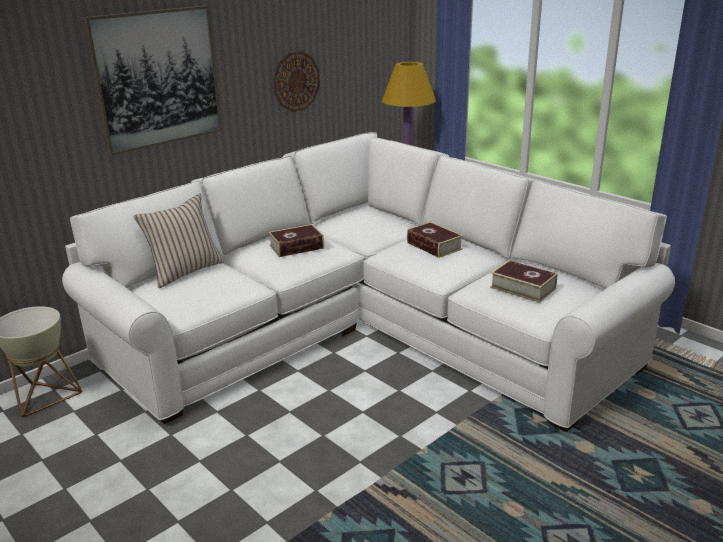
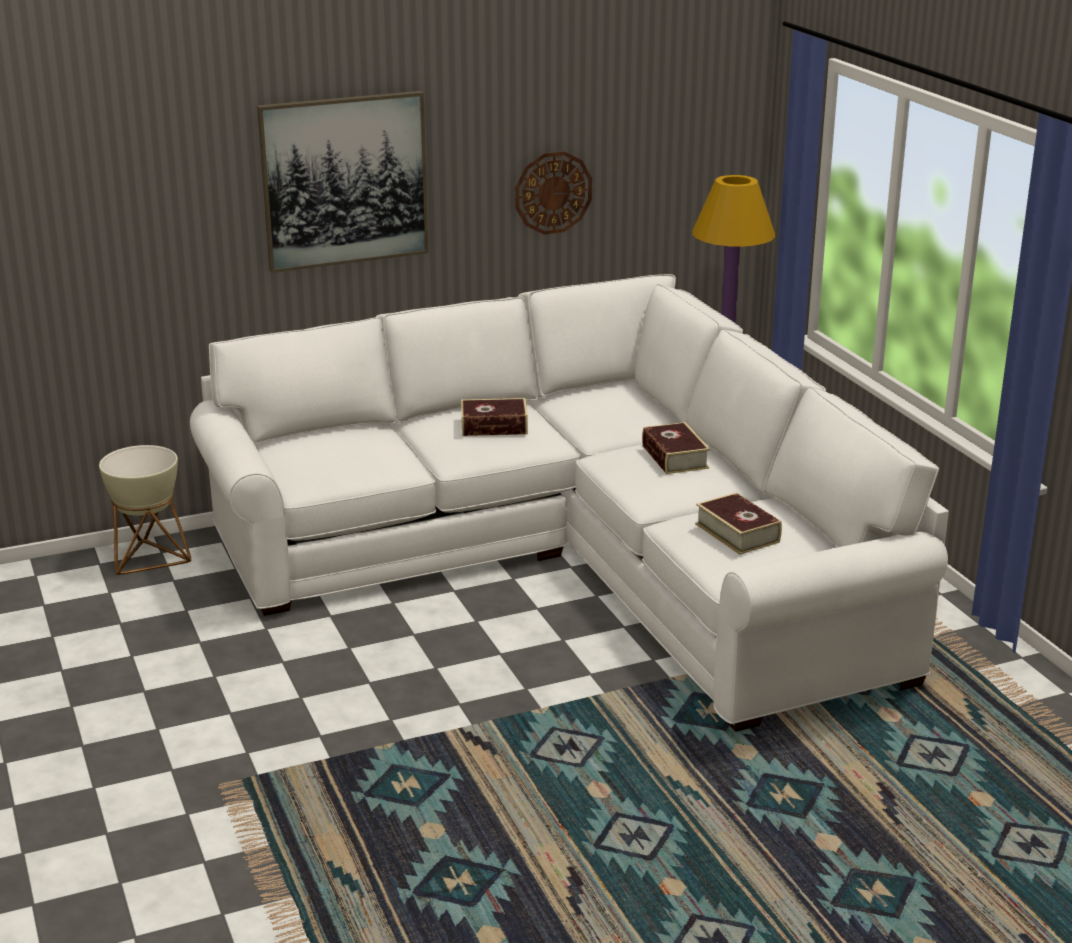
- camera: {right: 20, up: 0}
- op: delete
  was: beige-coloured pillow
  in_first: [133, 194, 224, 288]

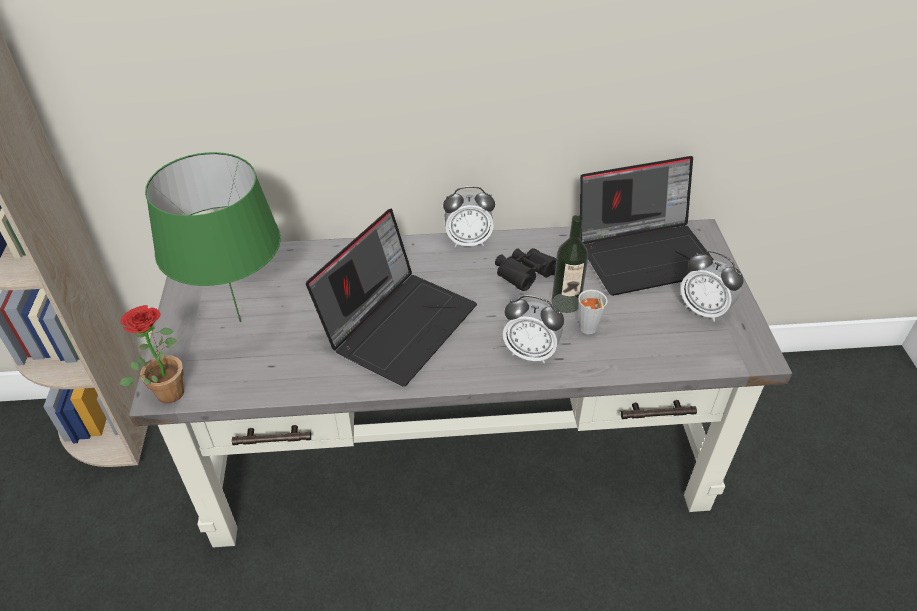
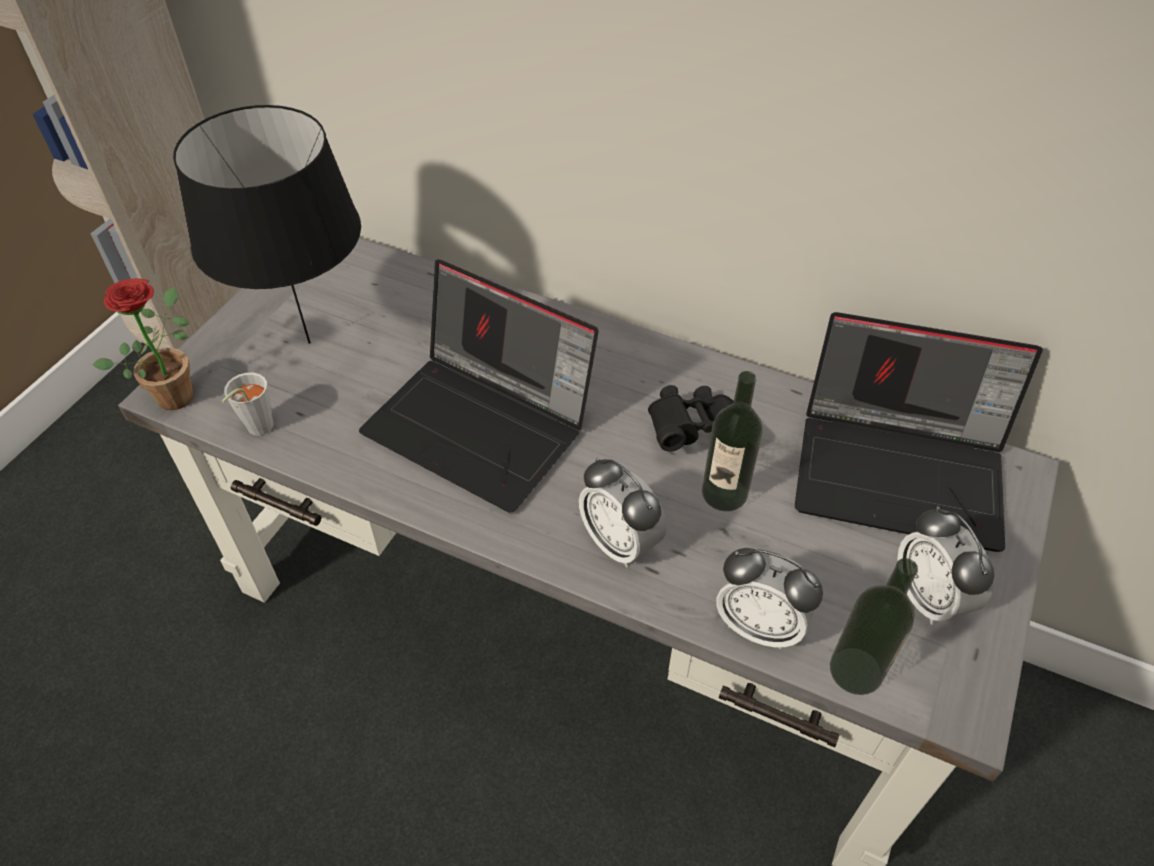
- camera: {right: 30, up: 5}
- op: recolor
  was: greenish lamp for a table
  now: black lamp for a table
  in_first: [145, 152, 281, 322]
  in_second: [173, 105, 361, 344]
- op: move
  was: grey drinking cup
  in_first: [578, 290, 608, 334]
  in_second: [222, 373, 273, 436]
- op: rotate
  was: portable computer
  in_first: [306, 209, 477, 386]
  in_second: [359, 259, 599, 513]
  clockwise: 60
- op: move
  was: alarm clock
  in_first: [443, 186, 495, 247]
  in_second: [716, 548, 823, 649]
- op: insert
  now: beverage bottle
  in_second: [830, 558, 918, 695]

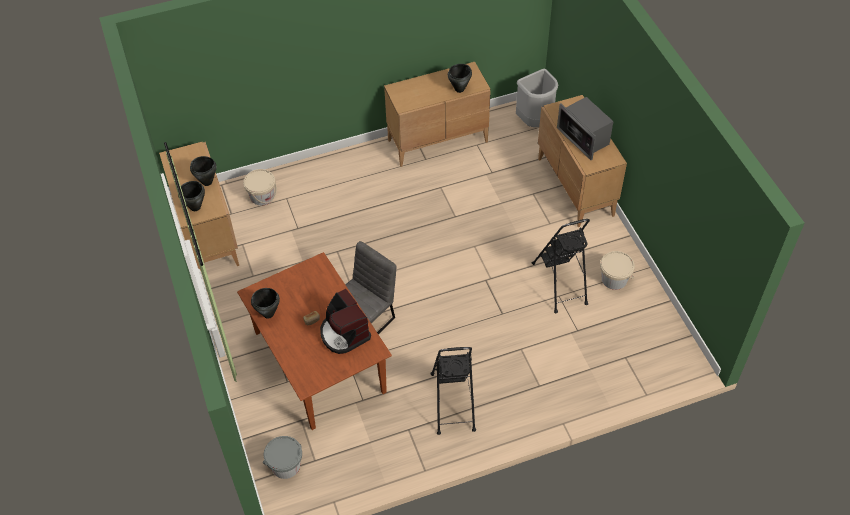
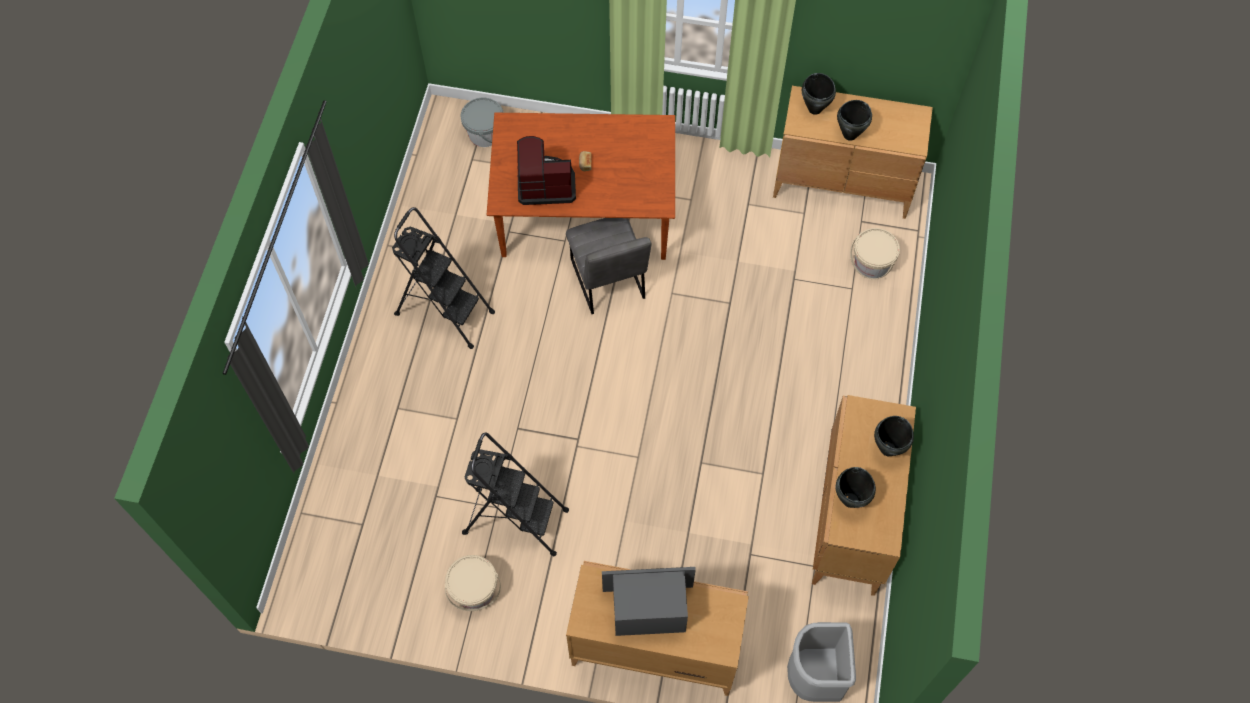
- camera: {right: 120, up: 10}
- op: move
  was: black saucepot
  in_first: [251, 288, 280, 319]
  in_second: [874, 416, 914, 456]

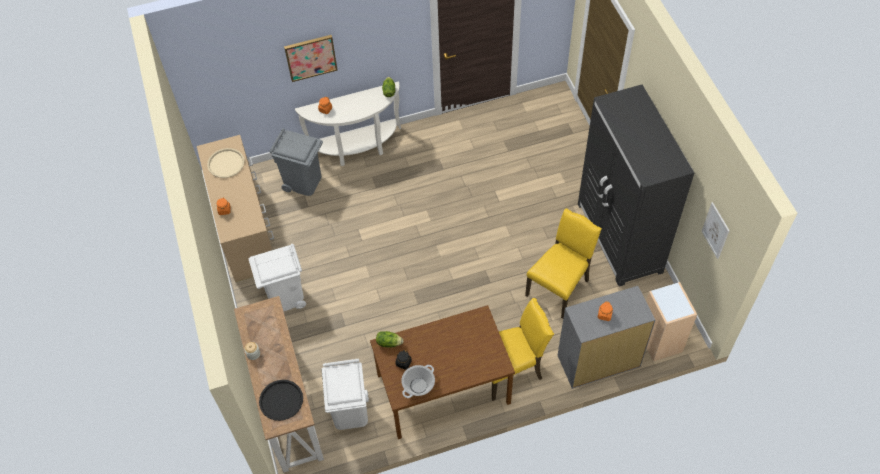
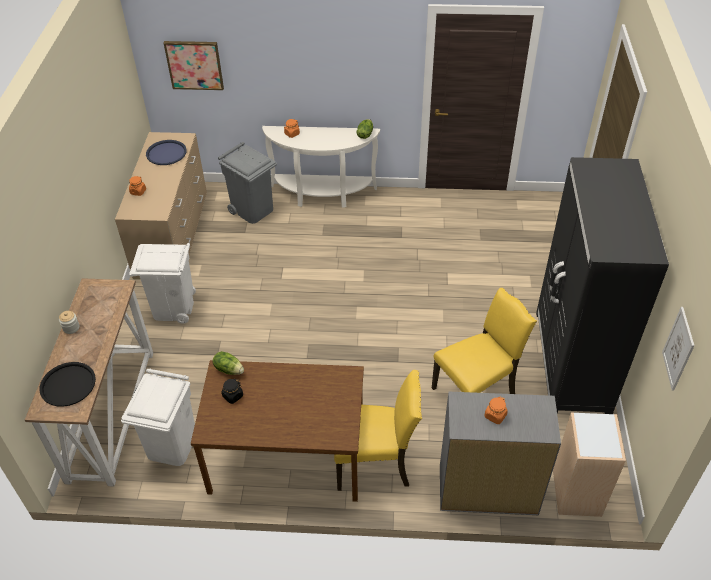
- camera: {right: 20, up: -10}
- op: recolor
  was: beige-coloured tray
  now: blue tray
  in_first: [207, 148, 245, 178]
  in_second: [146, 140, 187, 165]
- op: move
  was: wall art
  in_first: [284, 35, 338, 82]
  in_second: [164, 41, 224, 90]
- op: delete
  was: saucepot
  in_first: [401, 365, 435, 398]

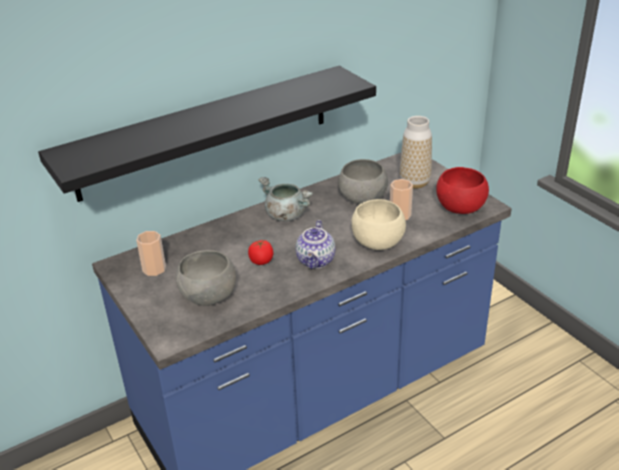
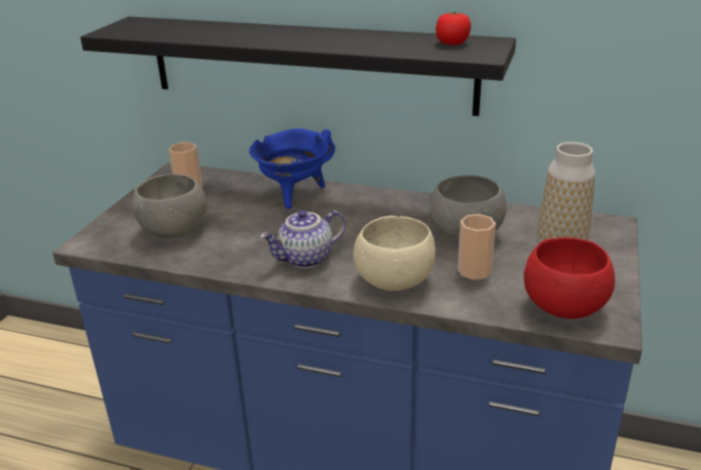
- camera: {right: 50, up: -5}
- op: insert
  now: blue saucepot
  in_second: [249, 128, 335, 209]
- op: move
  was: whole tomato
  in_first: [248, 240, 273, 265]
  in_second: [436, 12, 471, 45]
- op: delete
  was: grey saucepot
  in_first: [258, 177, 313, 221]

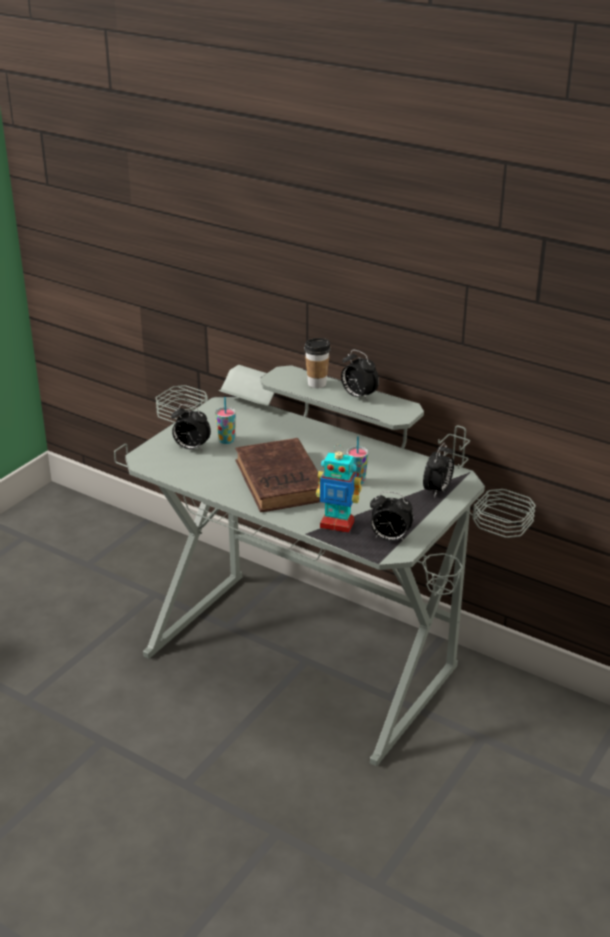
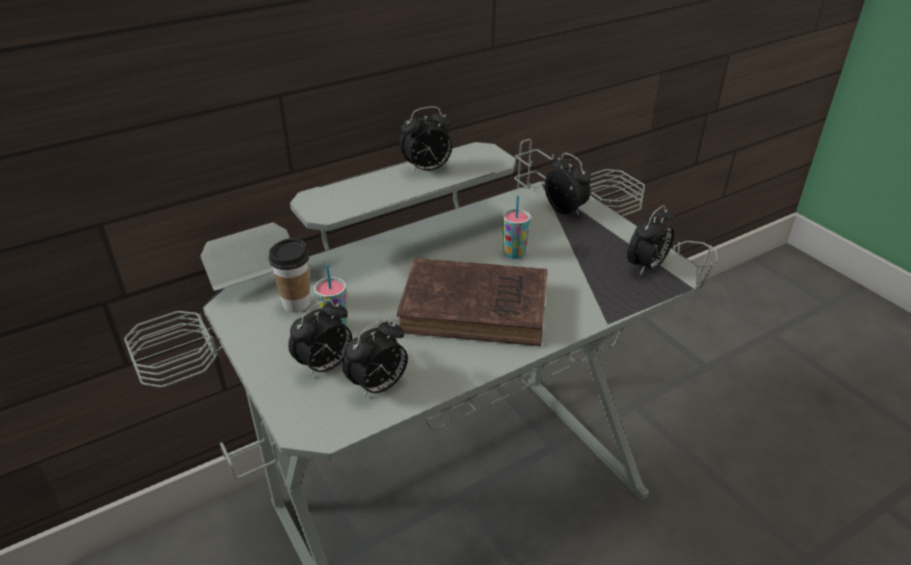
- camera: {right: -65, up: 5}
- op: move
  was: drinking cup
  in_first: [304, 338, 331, 388]
  in_second: [269, 238, 310, 313]
- op: insert
  now: alarm clock
  in_second: [343, 319, 408, 398]
- op: delete
  was: model robot
  in_first: [316, 445, 361, 533]

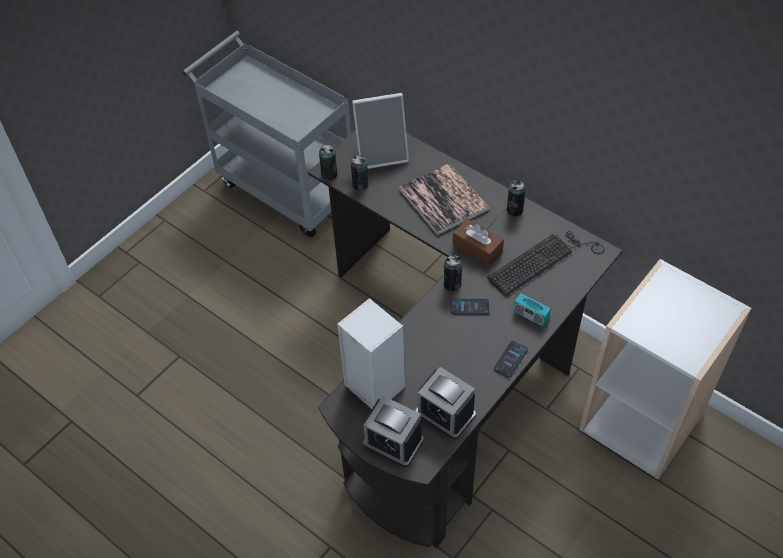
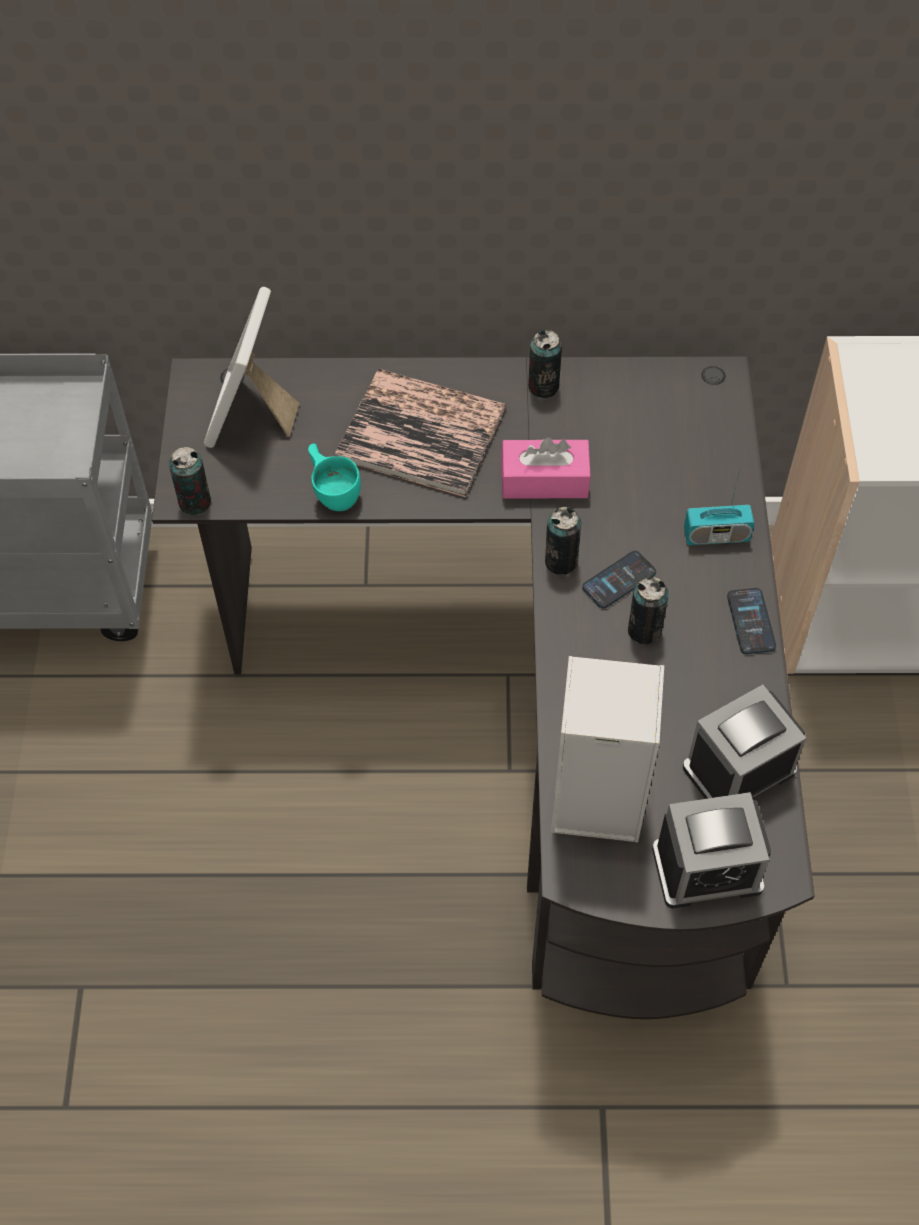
- camera: {right: -40, up: 5}
- op: rotate
  was: standing frame
  in_first: [352, 93, 409, 169]
  in_second: [204, 287, 299, 448]
  clockwise: 150
- op: insert
  now: turquoise-coloured drinking cup
  in_second: [308, 443, 361, 511]
- op: recolor
  was: brownish tissue box
  now: pink tissue box
  in_first: [453, 219, 504, 266]
  in_second: [501, 437, 591, 499]
- op: move
  was: sealed can
  in_first: [351, 155, 369, 191]
  in_second: [628, 577, 669, 645]
- op: rotate
  was: alarm clock
  in_first: [416, 367, 476, 440]
  in_second: [683, 685, 806, 799]
  clockwise: 150
- op: delete
  was: PC keyboard
  in_first: [487, 231, 599, 296]

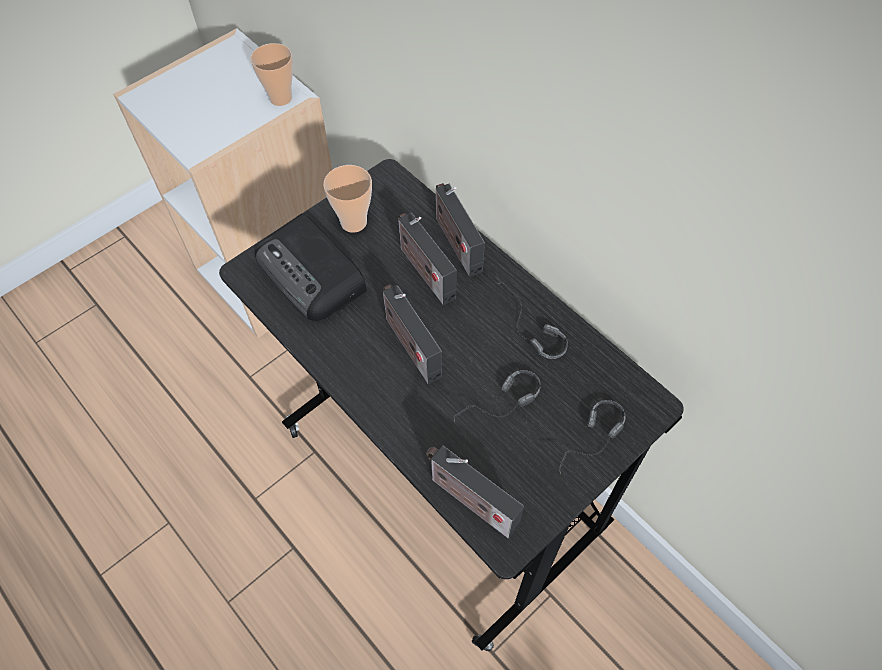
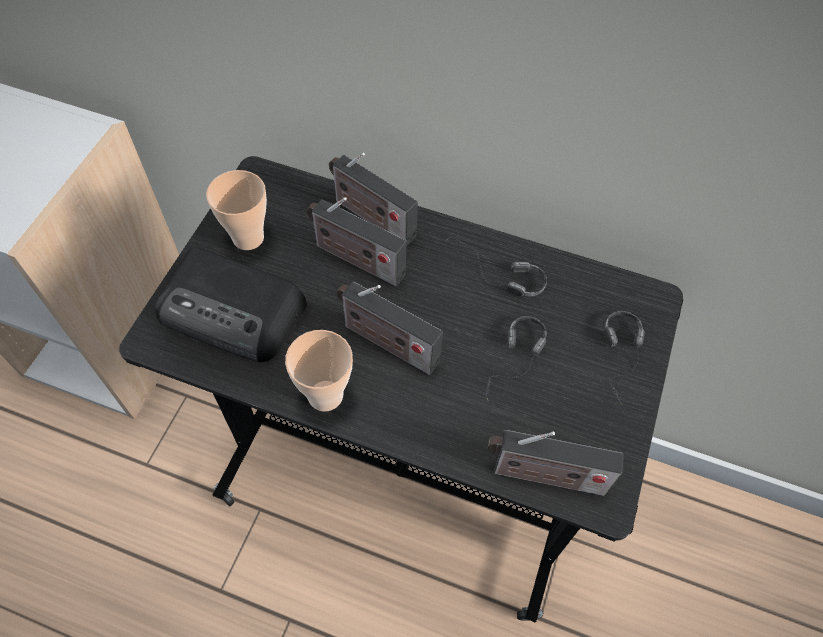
- camera: {right: -30, up: 0}
- op: move
  was: drinking cup
  in_first: [250, 43, 293, 106]
  in_second: [285, 330, 353, 411]

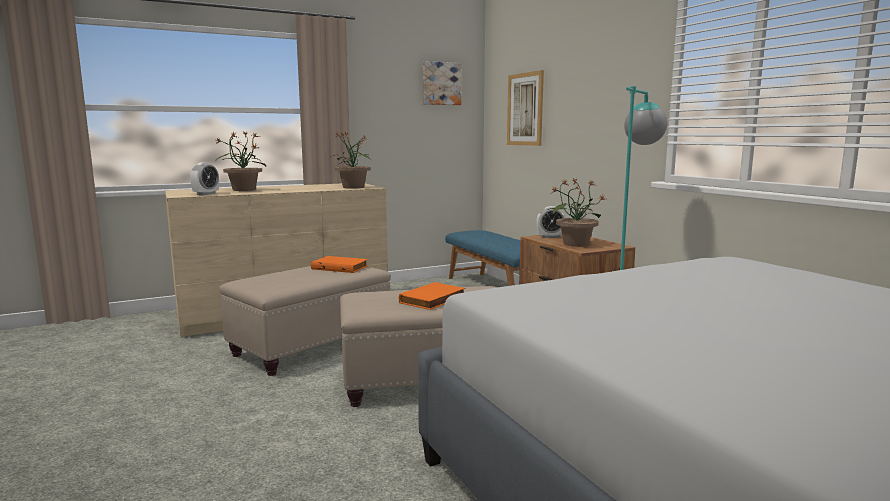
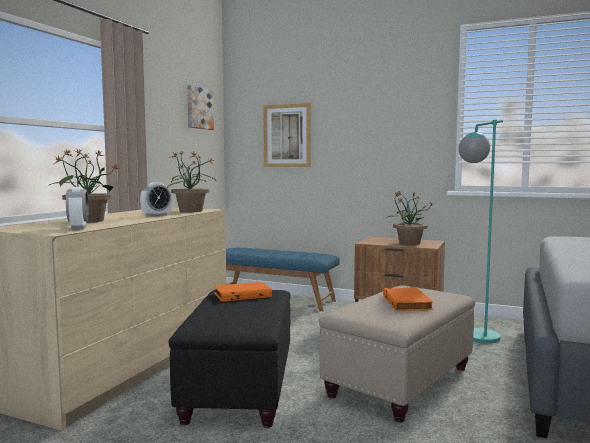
- camera: {right: -40, up: -5}
- op: move
  was: alarm clock
  in_first: [537, 206, 565, 238]
  in_second: [140, 182, 172, 217]
- op: recolor
  was: beige-coloured pouffe
  now: black pouffe
  in_first: [219, 266, 391, 376]
  in_second: [168, 290, 291, 428]

